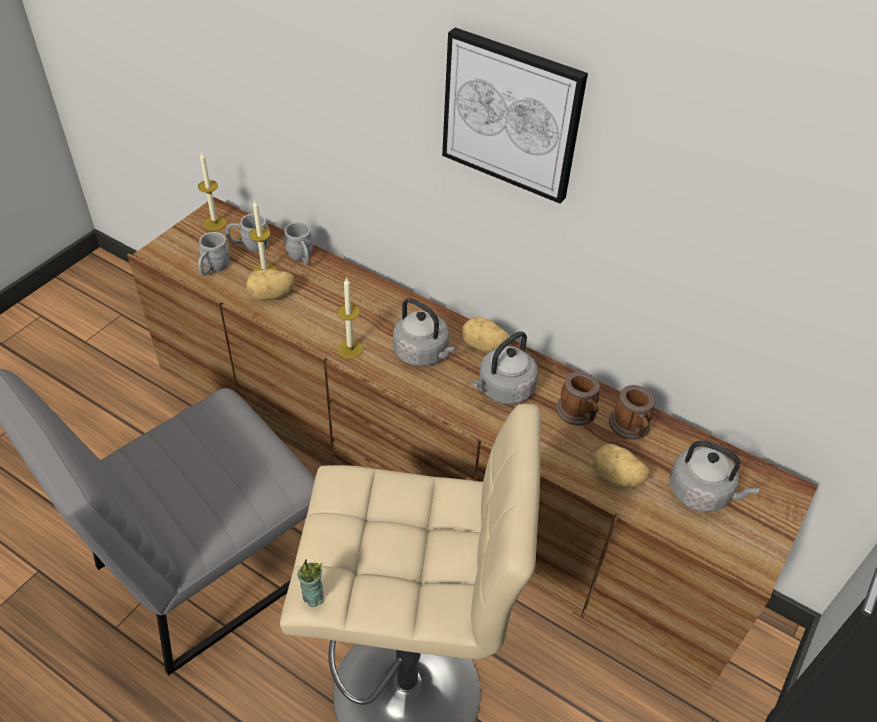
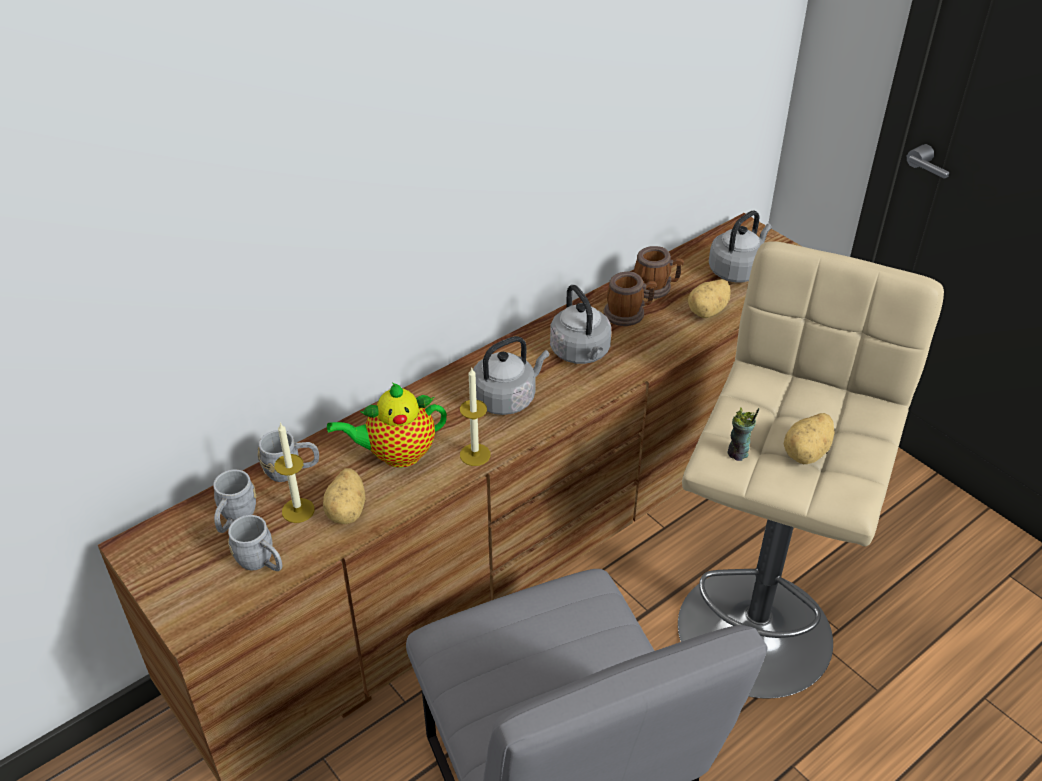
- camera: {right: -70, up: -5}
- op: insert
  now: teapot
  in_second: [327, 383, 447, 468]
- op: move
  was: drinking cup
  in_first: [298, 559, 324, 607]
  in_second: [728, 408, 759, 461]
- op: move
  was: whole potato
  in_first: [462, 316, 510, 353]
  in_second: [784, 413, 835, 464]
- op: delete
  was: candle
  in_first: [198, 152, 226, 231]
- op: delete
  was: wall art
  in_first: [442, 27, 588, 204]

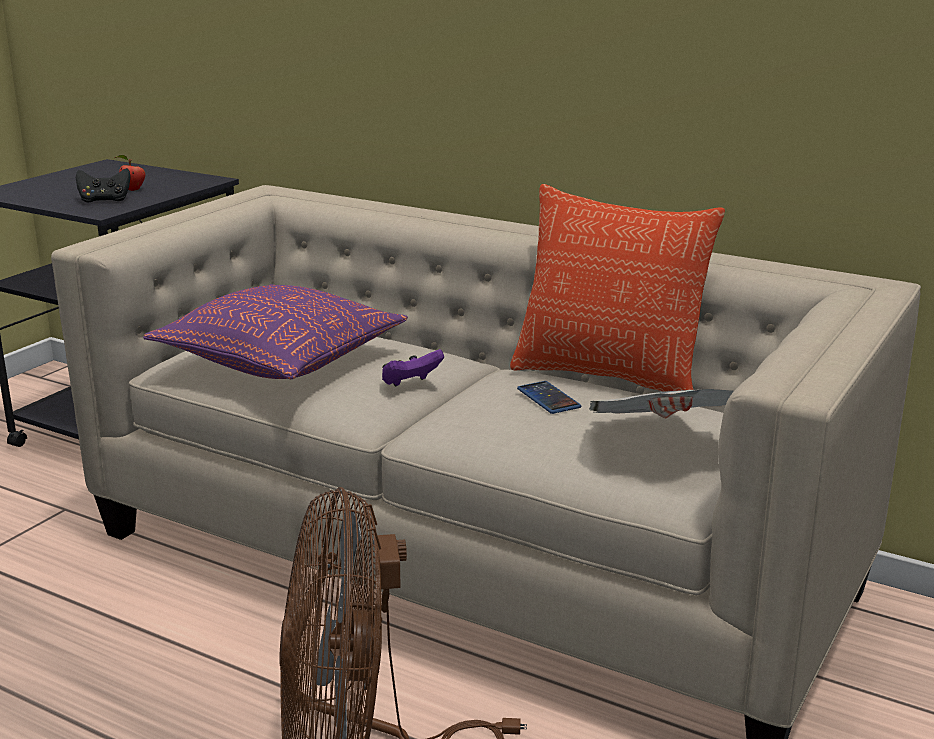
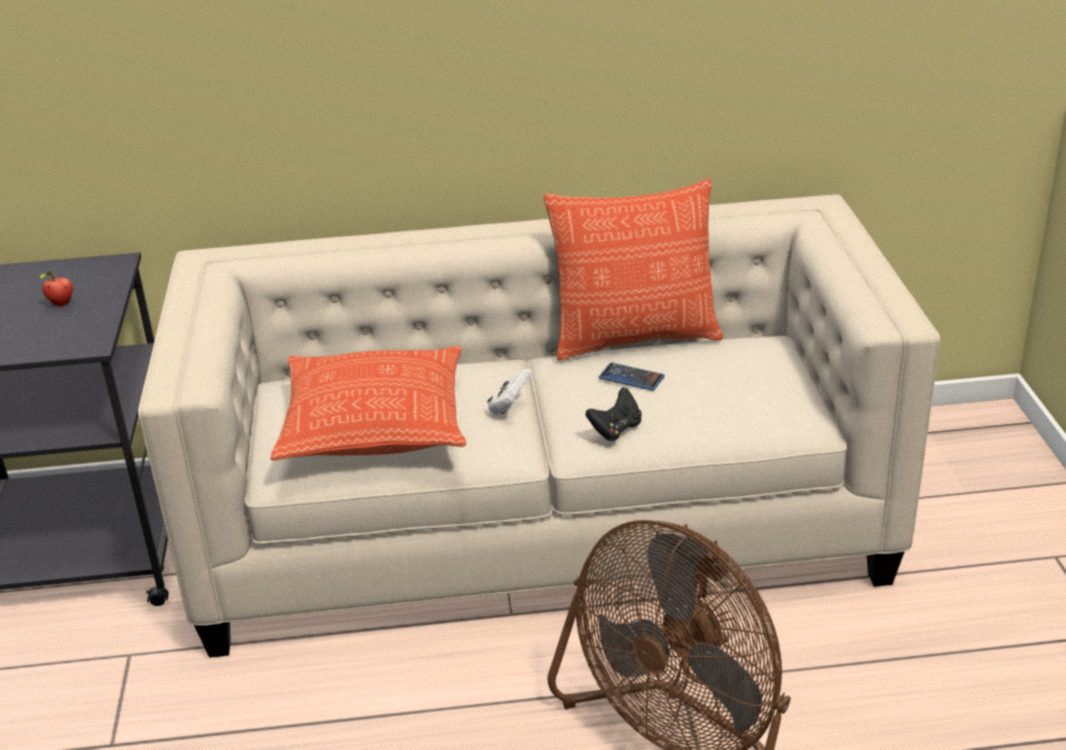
- camera: {right: -35, up: 10}
- op: recolor
  was: purple pillow
  now: orange-coloured pillow
  in_first: [143, 284, 408, 379]
  in_second: [270, 346, 466, 460]
- op: recolor
  was: purple gamepad
  now: white-coloured gamepad
  in_first: [382, 349, 444, 387]
  in_second: [487, 368, 533, 415]
- op: move
  was: black gamepad
  in_first: [76, 168, 131, 203]
  in_second: [585, 387, 642, 441]
- op: delete
  was: printed paper
  in_first: [589, 389, 734, 418]

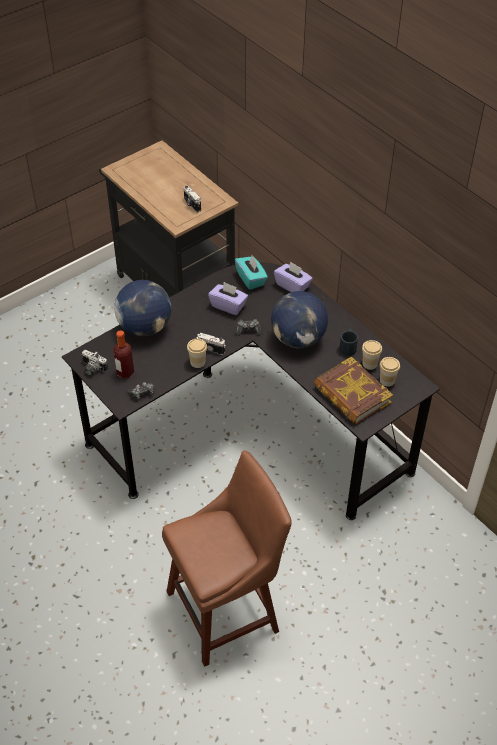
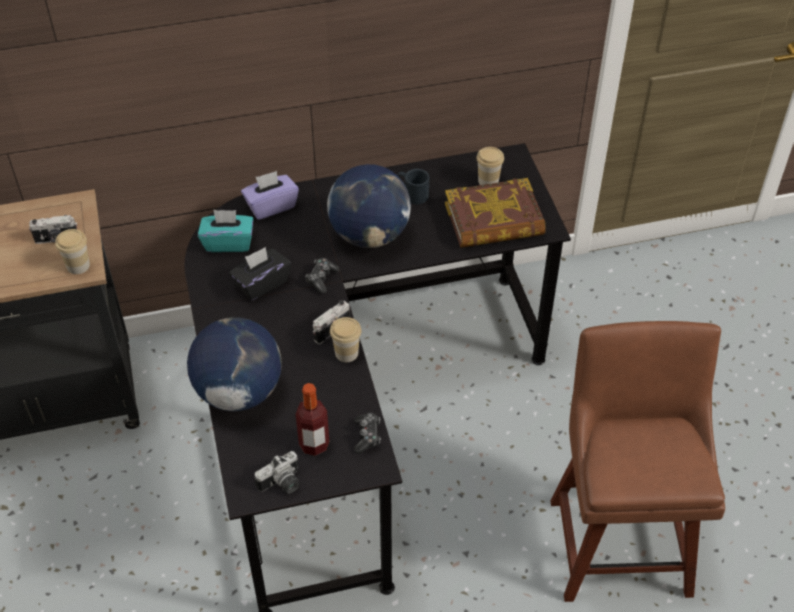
- camera: {right: -65, up: 0}
- op: move
  was: drinking cup
  in_first: [362, 340, 382, 370]
  in_second: [55, 229, 90, 274]
- op: recolor
  was: purple tissue box
  now: black tissue box
  in_first: [208, 282, 248, 315]
  in_second: [229, 247, 291, 301]

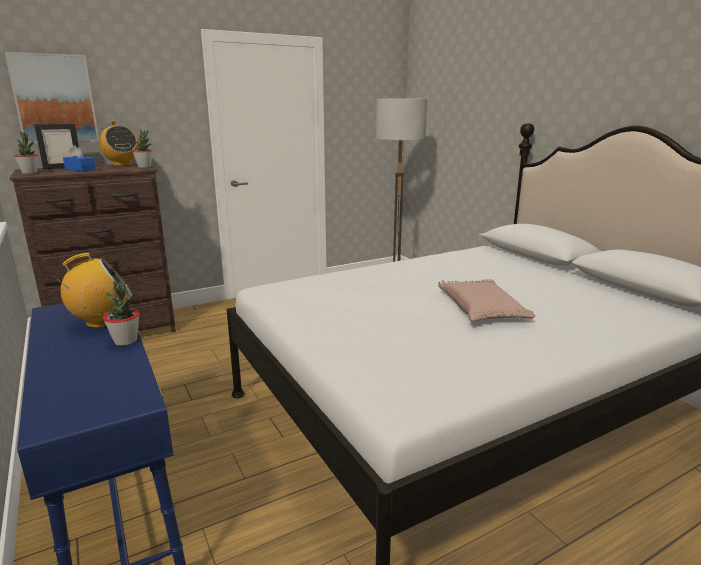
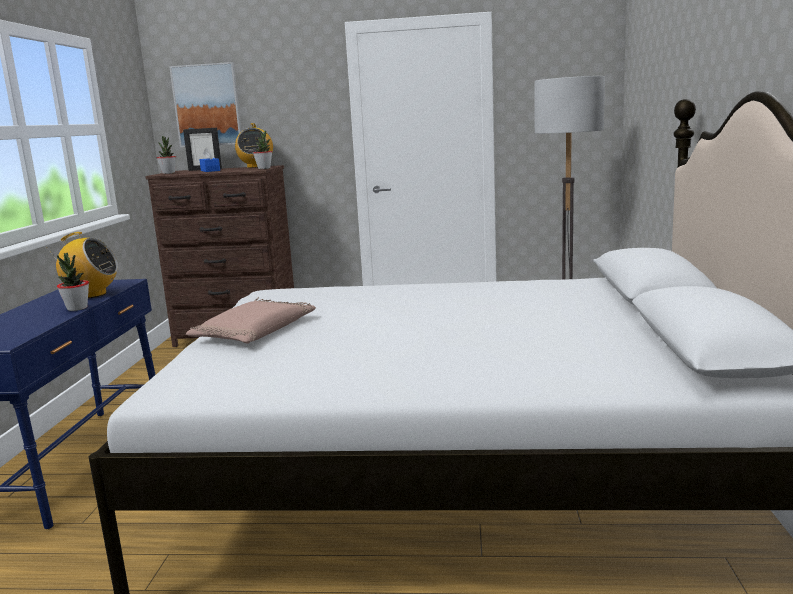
- camera: {right: 35, up: -5}
- op: move
  was: beige-coloured pillow
  in_first: [438, 279, 536, 322]
  in_second: [186, 297, 316, 344]

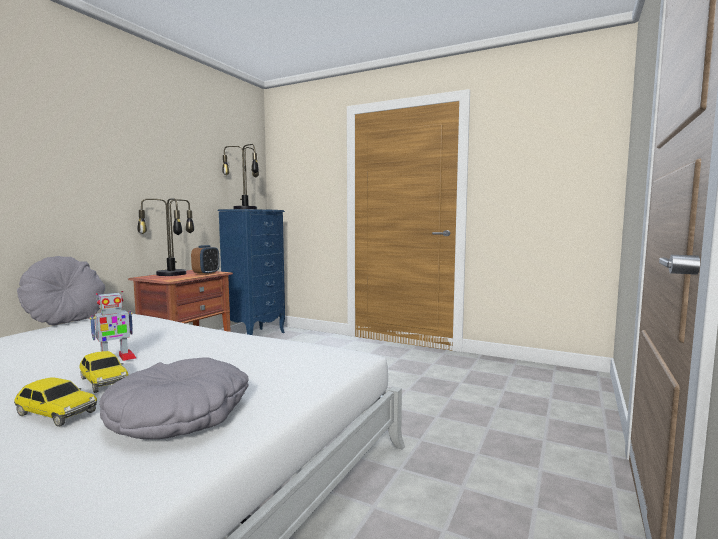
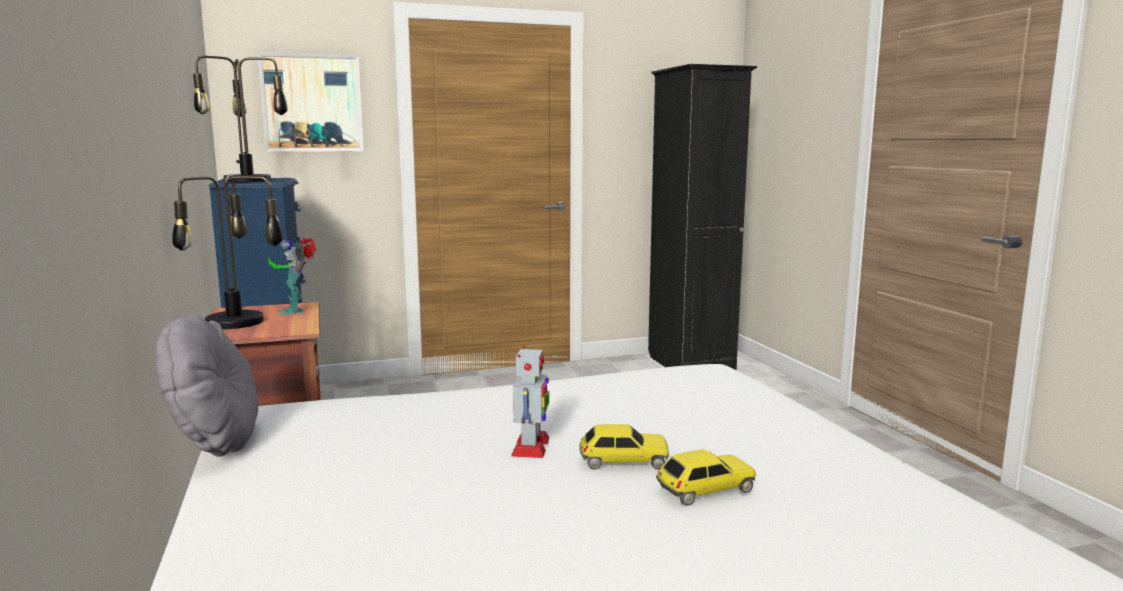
- camera: {right: -45, up: 5}
- op: insert
  now: wall art
  in_second: [258, 52, 364, 152]
- op: replace
  was: alarm clock
  now: model robot
  in_first: [191, 245, 220, 275]
  in_second: [268, 238, 316, 315]
- op: insert
  now: black cupboard
  in_second: [648, 64, 757, 370]
- op: delete
  was: grey pillow
  in_first: [99, 357, 249, 439]

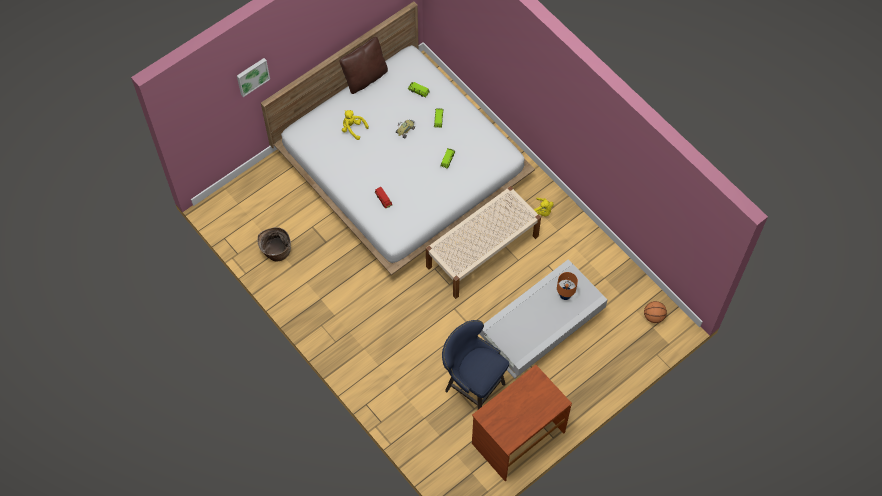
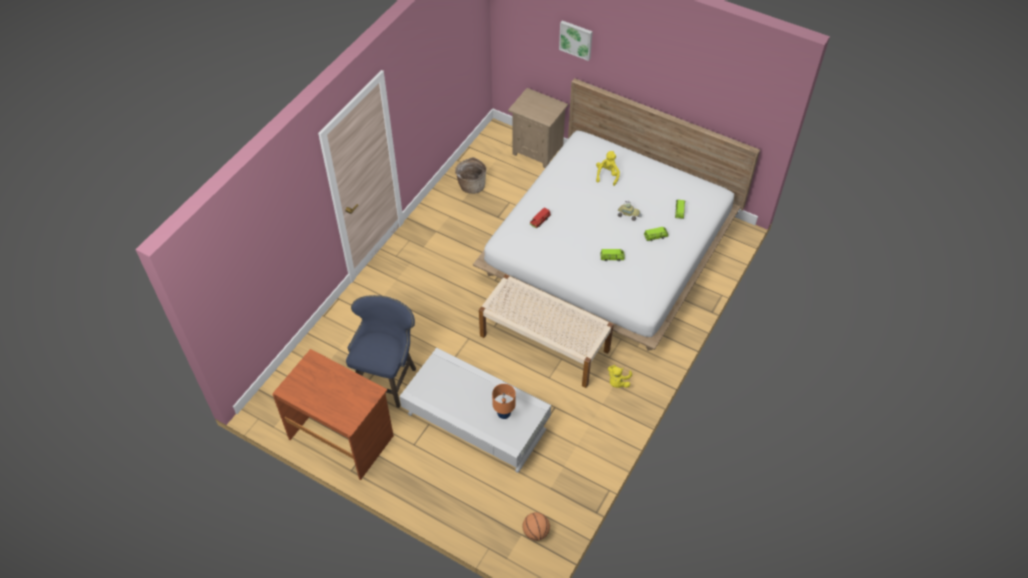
- camera: {right: 70, up: -10}
- op: insert
  now: beige-coloured nightstand
  in_second: [508, 88, 568, 168]
- op: delete
  was: brownish pillow
  in_first: [340, 37, 388, 94]

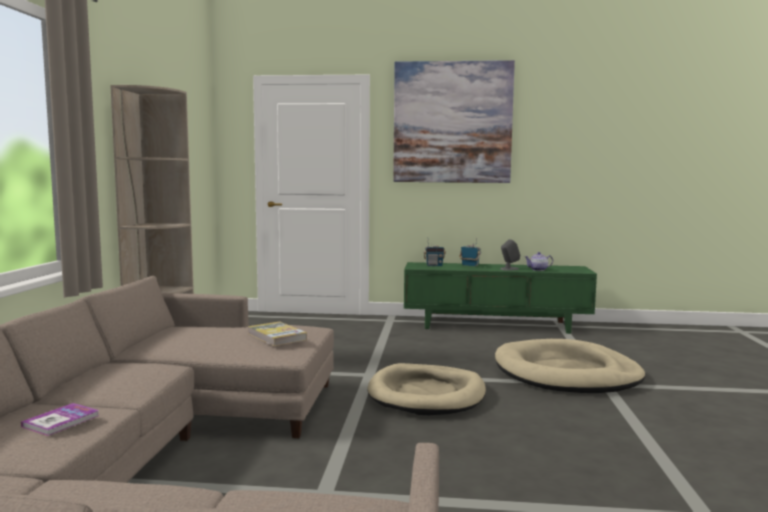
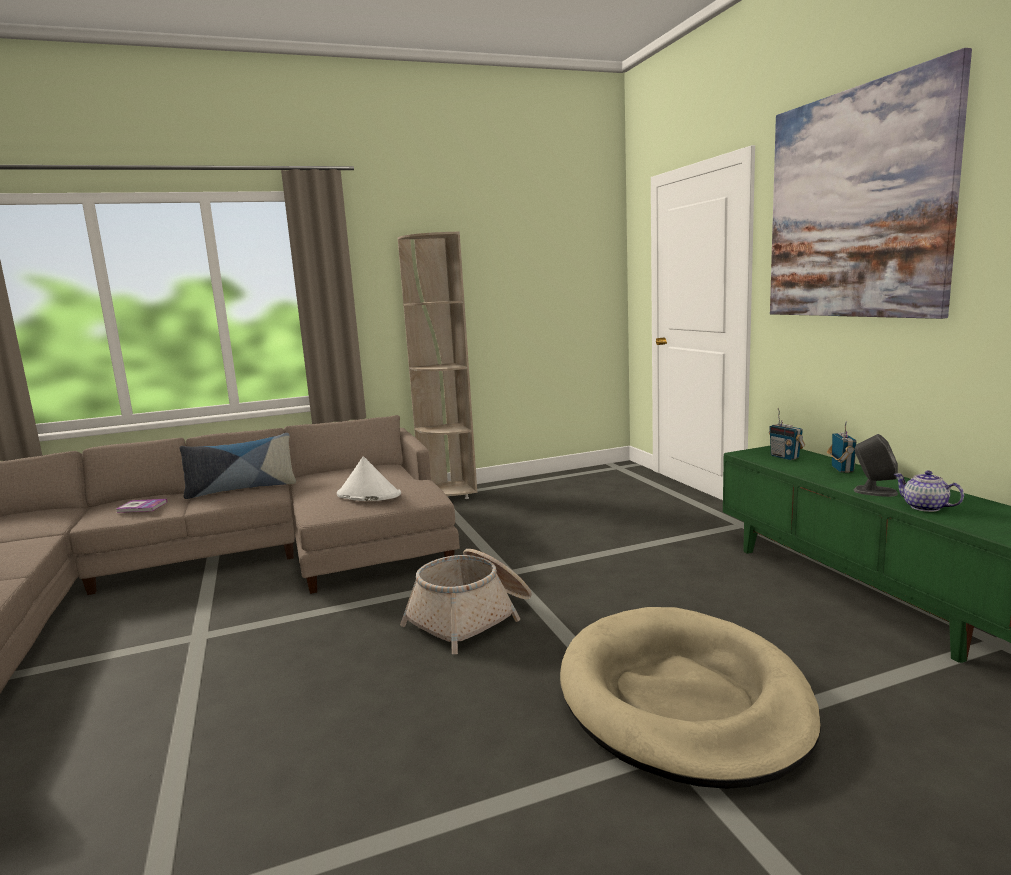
- camera: {right: 65, up: 5}
- op: insert
  now: pillow
  in_second: [179, 433, 296, 499]
- op: replace
  was: book
  now: white-coloured hat
  in_first: [248, 321, 307, 346]
  in_second: [337, 456, 401, 501]
- op: replace
  was: beige-coloured dog cushion
  now: basket
  in_first: [368, 363, 486, 415]
  in_second: [400, 549, 532, 654]

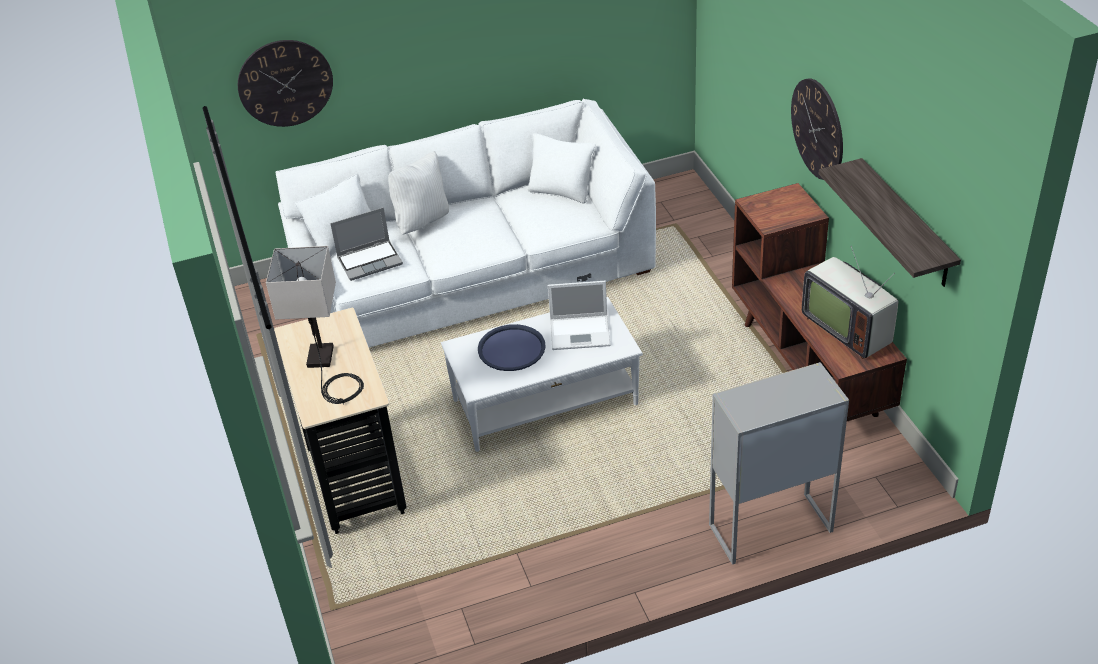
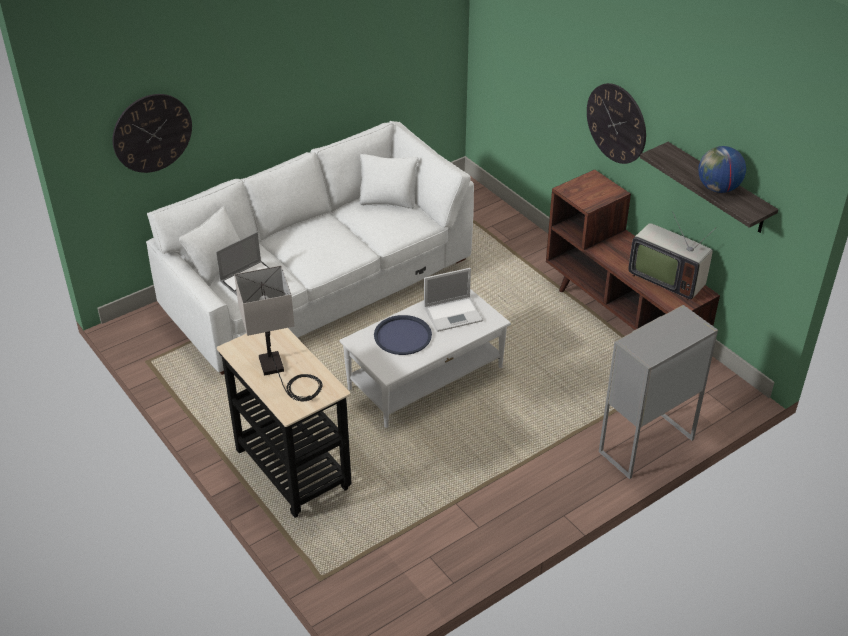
- camera: {right: -20, up: 0}
- op: insert
  now: desk globe
  in_second: [698, 146, 746, 193]
- op: delete
  was: white-coloured pillow
  in_first: [388, 151, 449, 235]

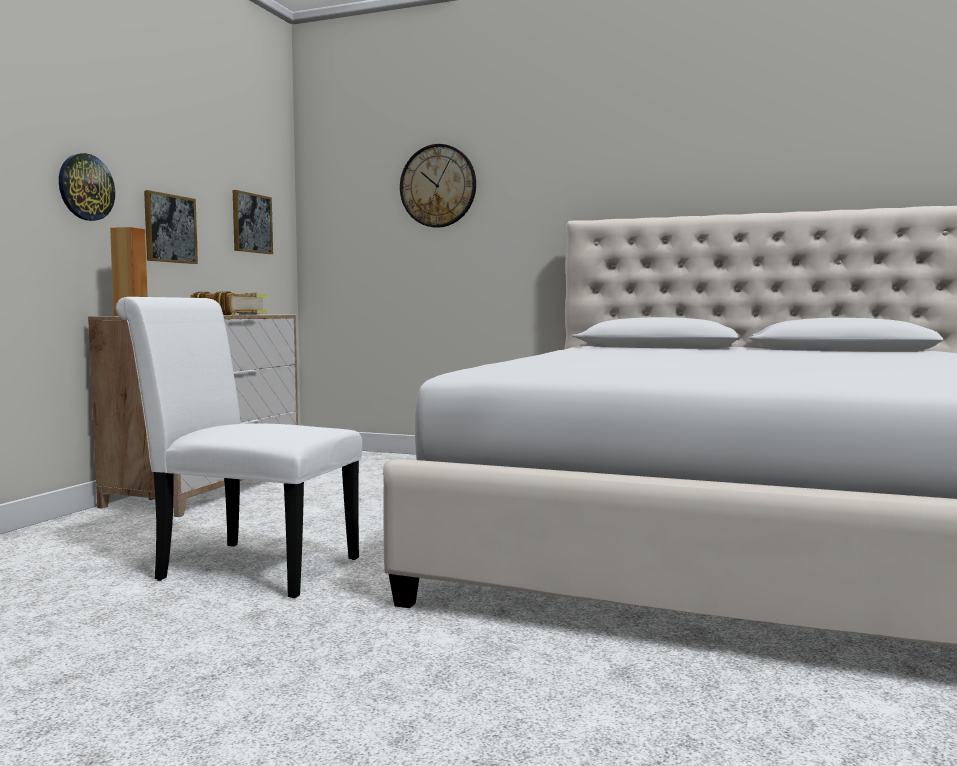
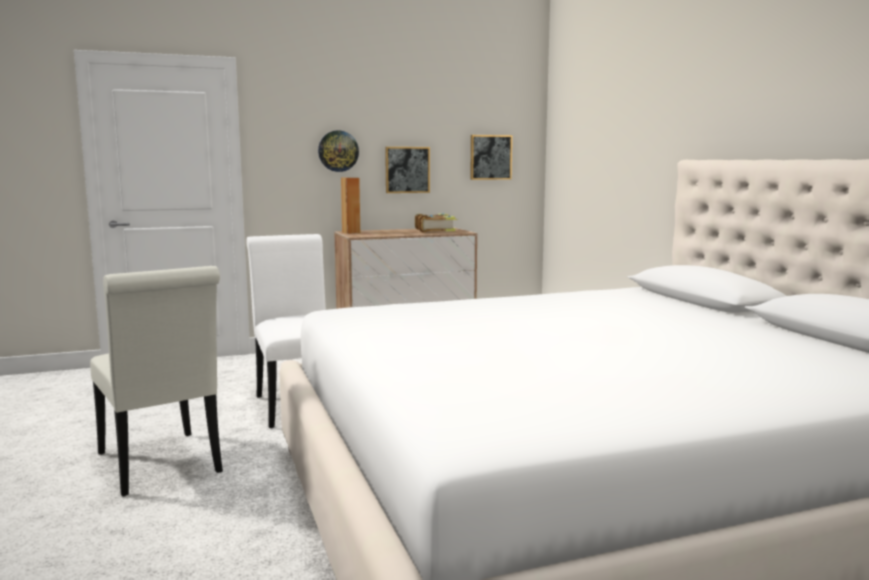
- camera: {right: 50, up: 5}
- op: insert
  now: white-coloured upright chair
  in_second: [90, 266, 223, 496]
- op: delete
  was: wall clock
  in_first: [400, 144, 476, 228]

